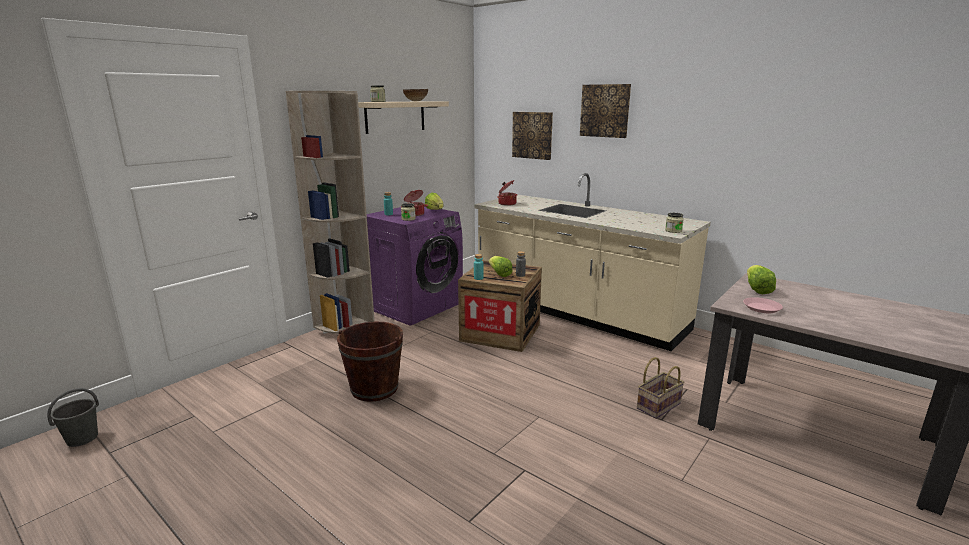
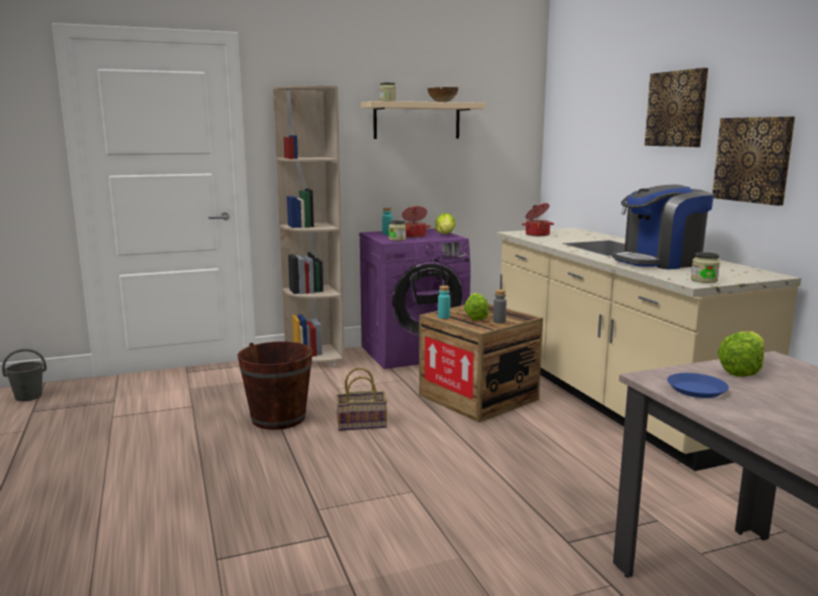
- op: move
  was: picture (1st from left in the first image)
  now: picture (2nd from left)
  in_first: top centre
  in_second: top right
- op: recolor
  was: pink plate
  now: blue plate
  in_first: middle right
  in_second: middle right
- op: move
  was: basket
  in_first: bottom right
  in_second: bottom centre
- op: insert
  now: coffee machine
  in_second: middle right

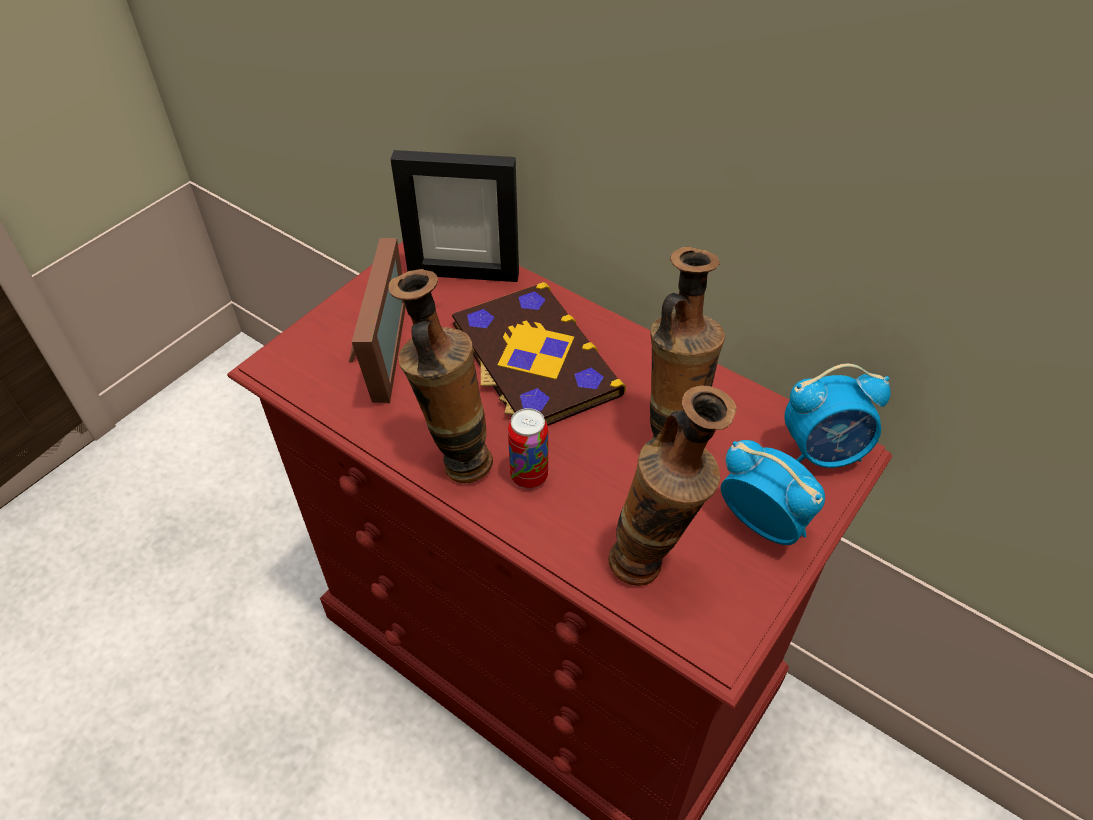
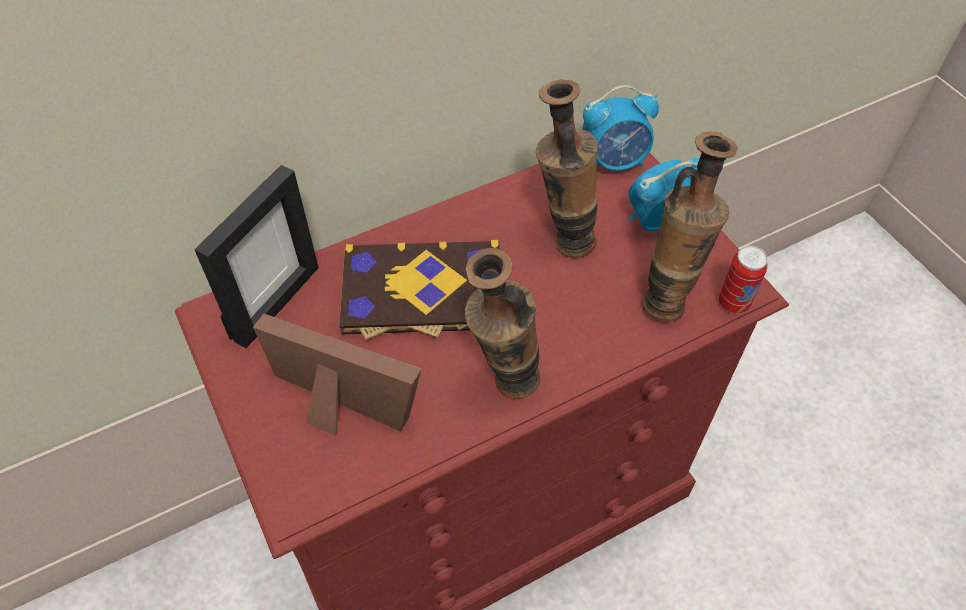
- op: rotate
  was: alarm clock (2nd from left in the first image)
  in_first: middle right
  in_second: top centre
  clockwise: 60
- op: move
  was: can
  in_first: centre
  in_second: middle right

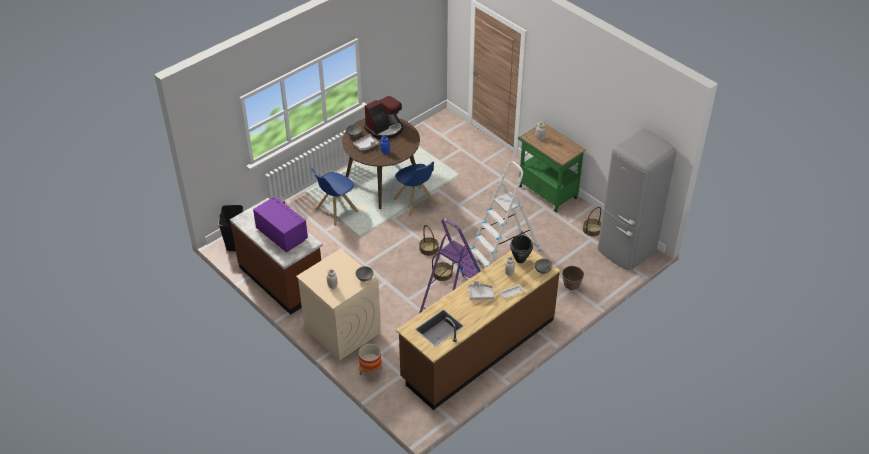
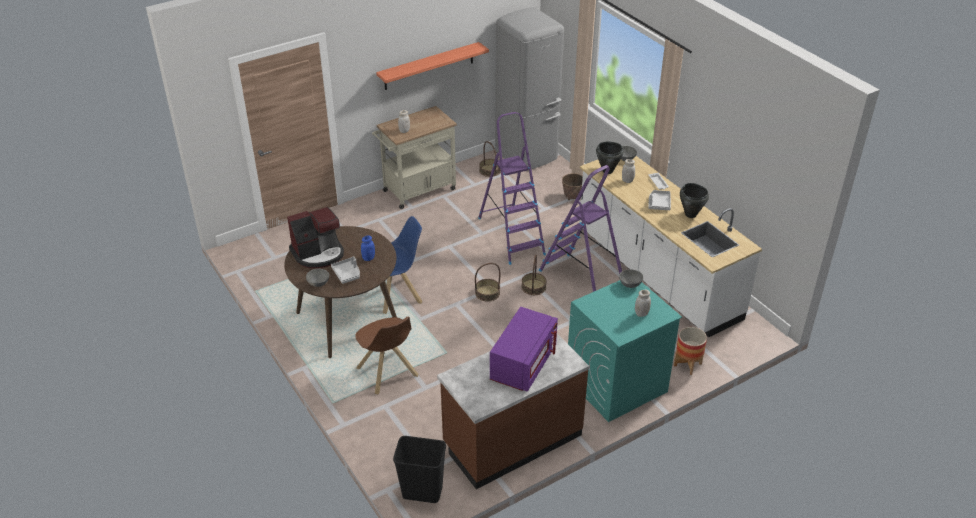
- op: rotate
  was: coffee machine
  in_first: top centre
  in_second: middle left
  clockwise: 90
- op: recolor
  was: green cart
  now: beige cart
  in_first: centre
  in_second: top centre
- op: recolor
  was: white step ladder
  now: purple step ladder (1st from left)
  in_first: centre
  in_second: centre
- op: recolor
  was: blue chair (1st from left)
  now: brown chair
  in_first: centre
  in_second: bottom centre
- op: rotate
  was: purple microwave
  in_first: middle left
  in_second: bottom centre
  clockwise: 150
- op: recolor
  was: beige washing machine
  now: turquoise washing machine
  in_first: bottom centre
  in_second: bottom centre
- op: recolor
  was: brown counter (2nd from left)
  now: white counter
  in_first: bottom centre
  in_second: middle right
- op: insert
  now: shelf
  in_second: top centre
- op: insert
  now: black cooking pot (2nd from left)
  in_second: middle right

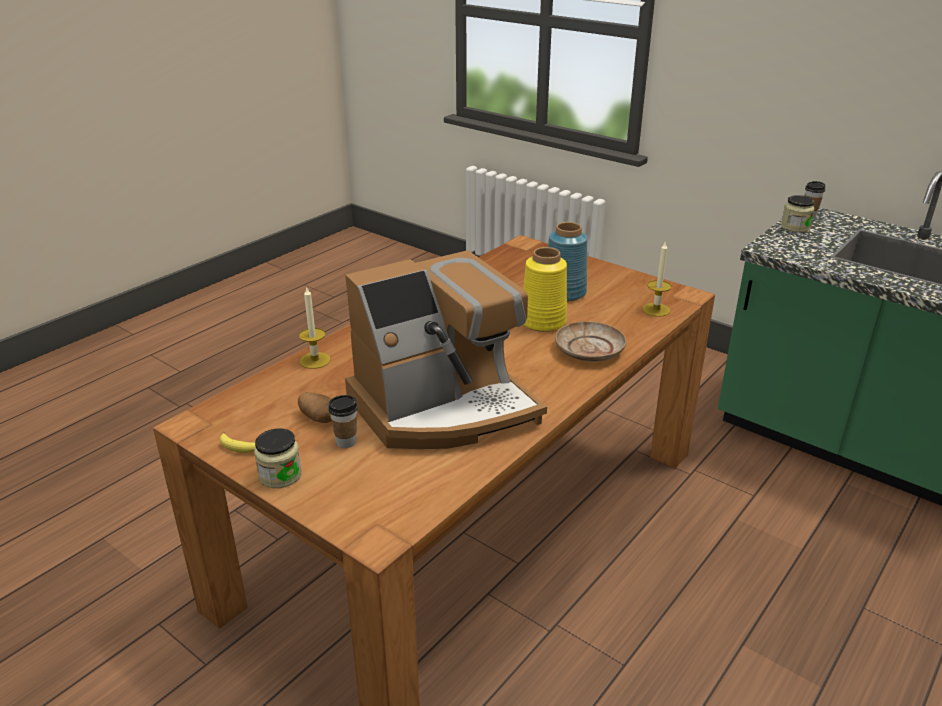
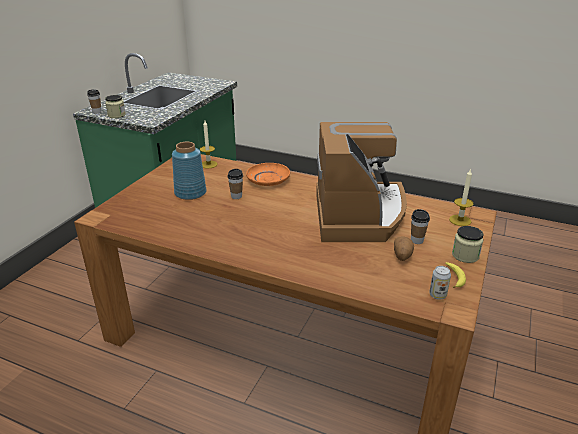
- op: replace
  was: yellow vase
  now: cup (2nd from left)
  in_first: centre
  in_second: centre
- op: rotate
  was: coffee machine
  in_first: centre
  in_second: centre
  clockwise: 45
- op: move
  was: candle (1st from left in the first image)
  now: candle (2nd from left)
  in_first: centre
  in_second: middle right
- op: recolor
  was: beige plate
  now: orange plate
  in_first: centre
  in_second: centre
- op: insert
  now: can
  in_second: middle right

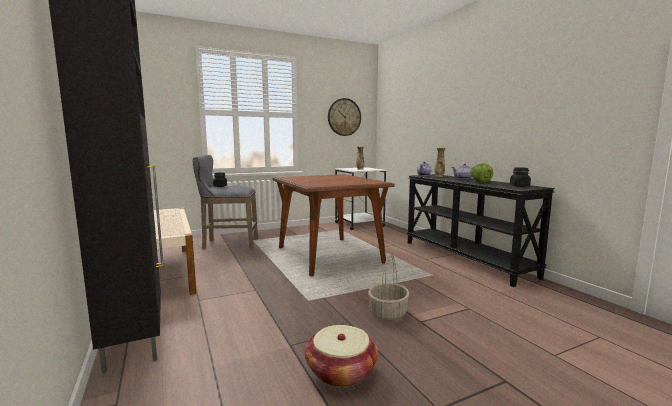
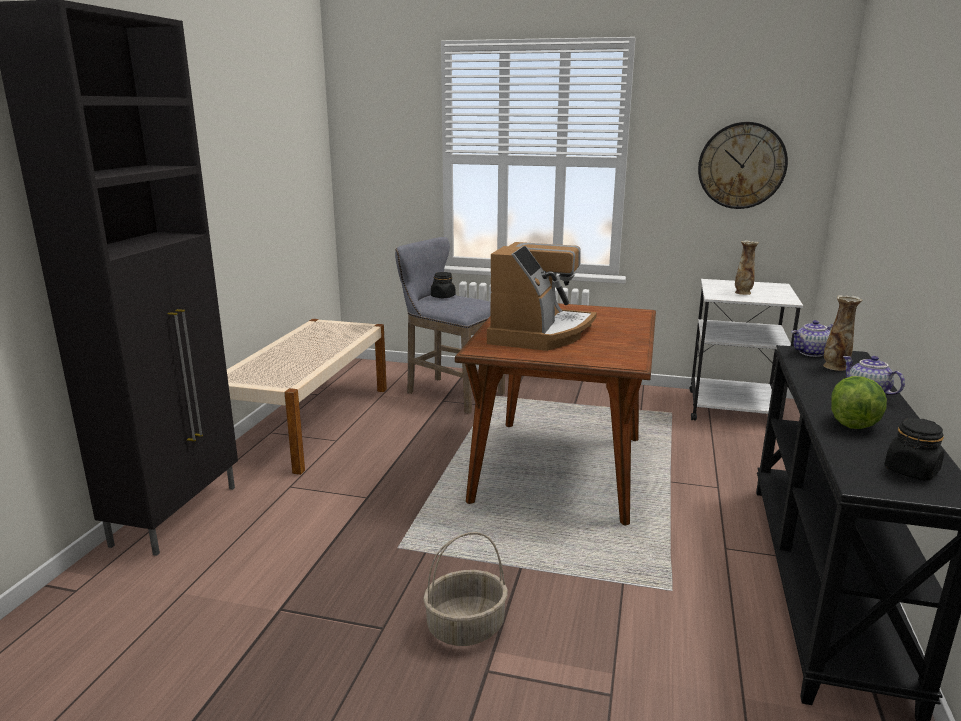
- op: delete
  was: basket (1st from left)
  in_first: bottom centre
- op: insert
  now: coffee machine
  in_second: centre

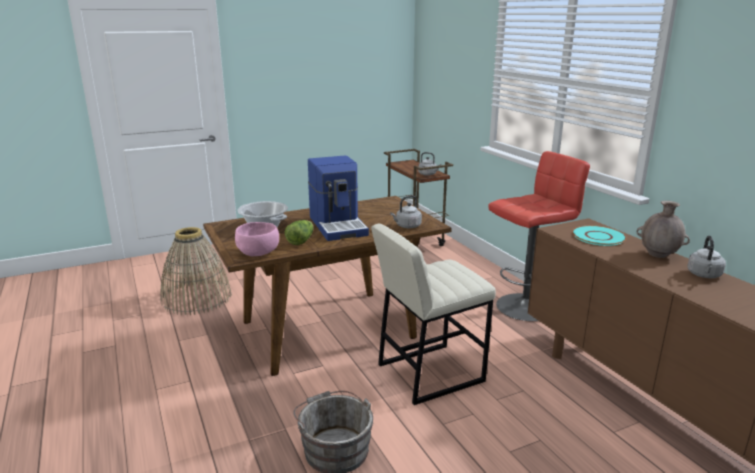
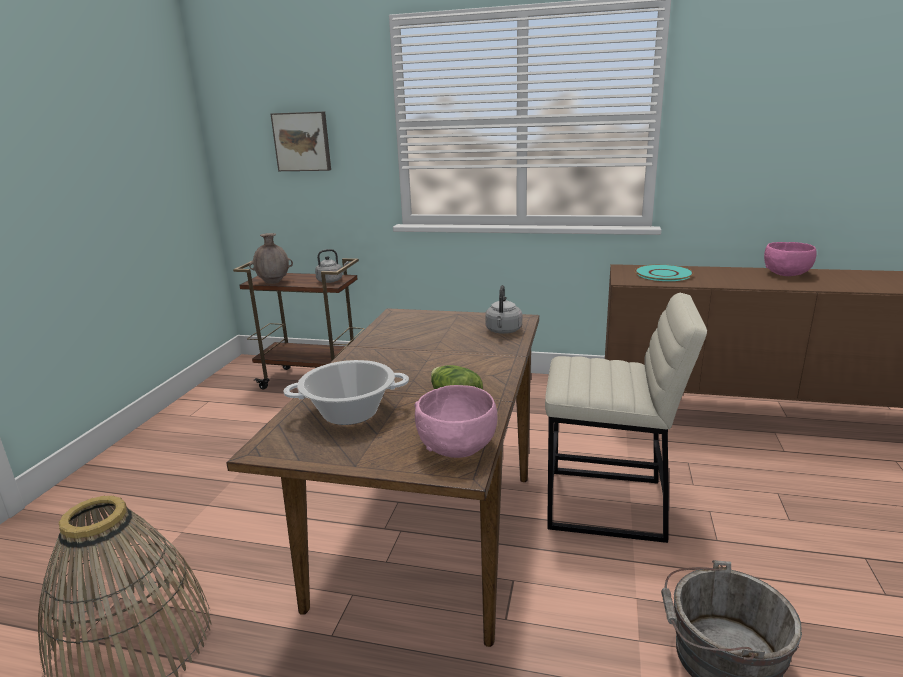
- op: delete
  was: red stool
  in_first: middle right
- op: delete
  was: coffee machine
  in_first: centre
- op: move
  was: brown vase
  in_first: middle right
  in_second: middle left
- op: rotate
  was: beige chair
  in_first: centre
  in_second: middle right
  clockwise: -90
- op: replace
  was: grey kettle (3rd from left)
  now: pink bowl (2nd from left)
  in_first: middle right
  in_second: middle right
- op: insert
  now: picture
  in_second: top centre

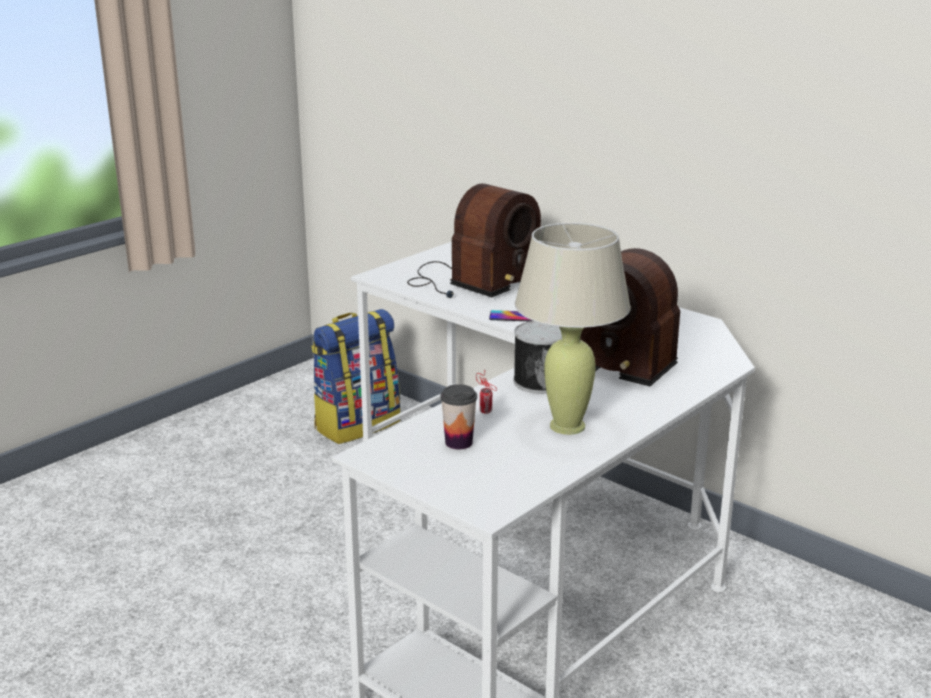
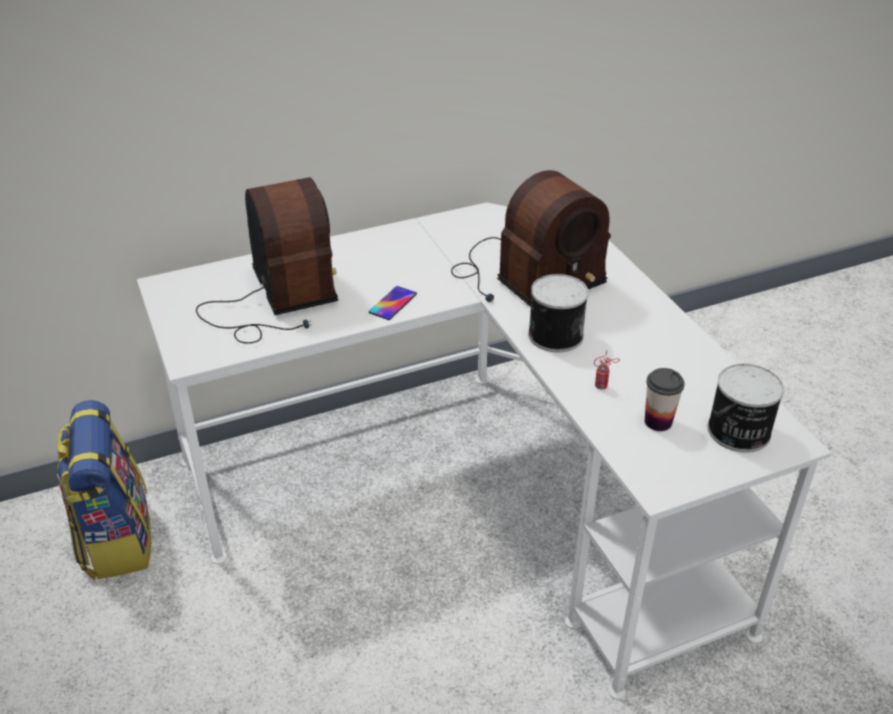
- op: delete
  was: beige table lamp
  in_first: centre
- op: insert
  now: can (3rd from left)
  in_second: middle right

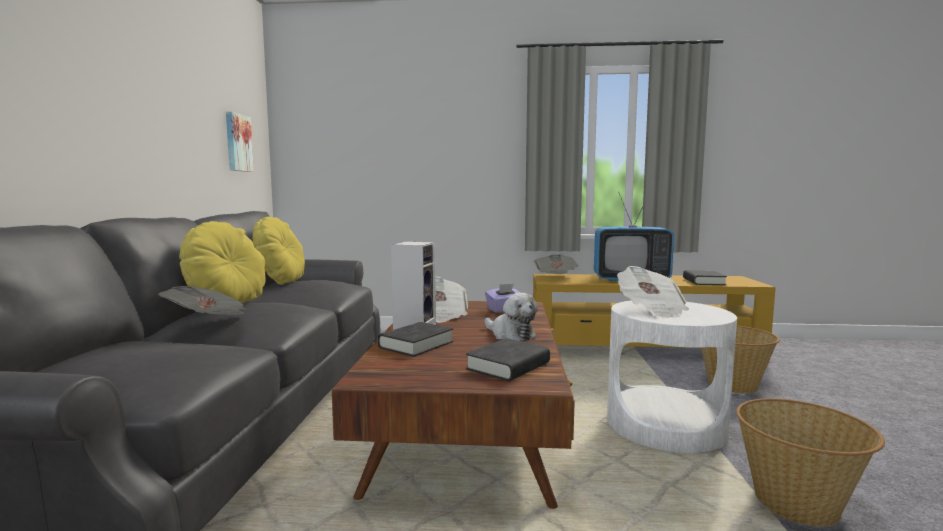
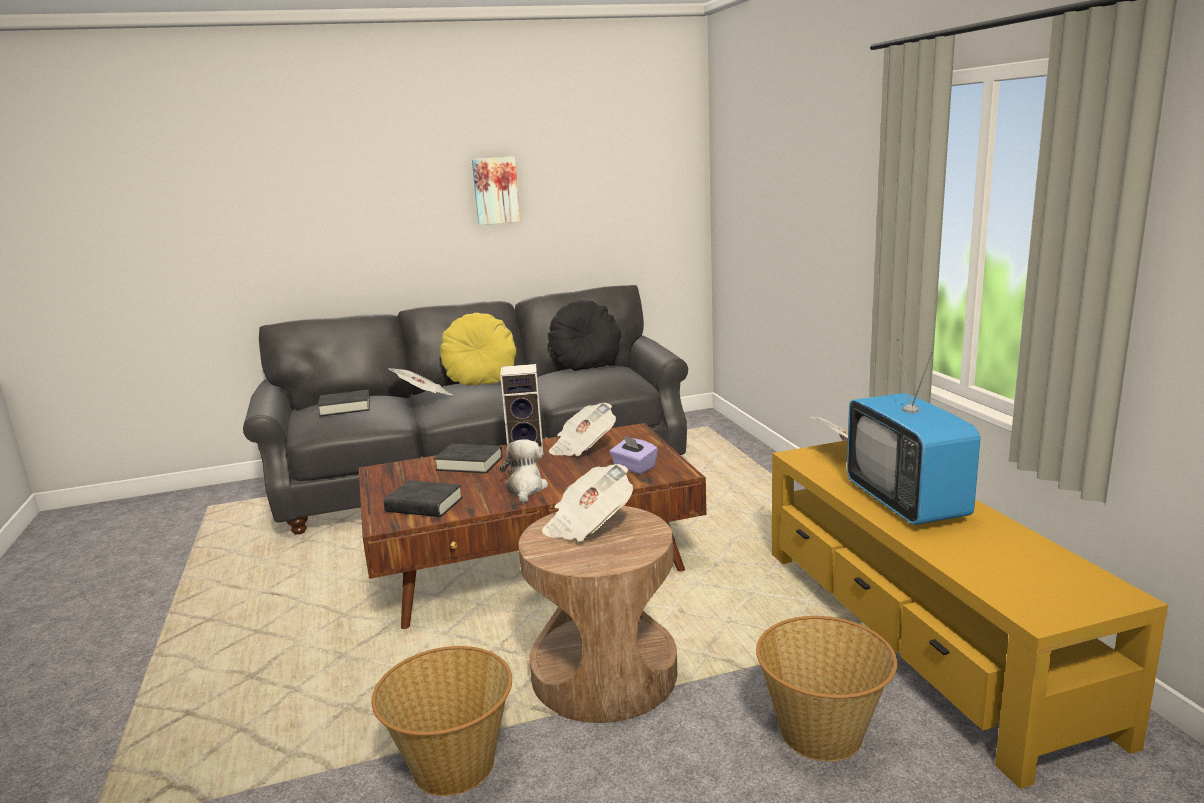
- op: move
  was: picture
  in_first: top left
  in_second: top centre
- op: recolor
  was: yellow pillow (2nd from left)
  now: black pillow
  in_first: middle left
  in_second: centre
- op: move
  was: black book (3rd from left in the first image)
  now: black book (1st from left)
  in_first: middle right
  in_second: middle left
- op: rotate
  was: plush toy
  in_first: centre
  in_second: centre
  clockwise: 150
- op: recolor
  was: white side table
  now: brown side table
  in_first: bottom right
  in_second: bottom centre

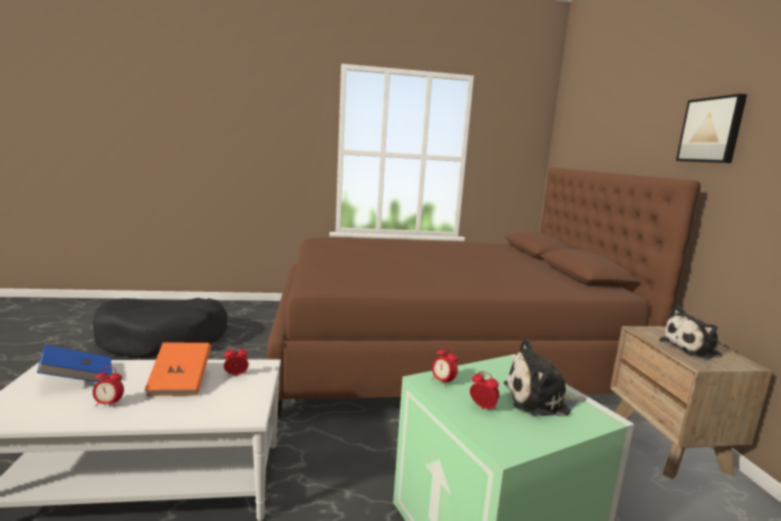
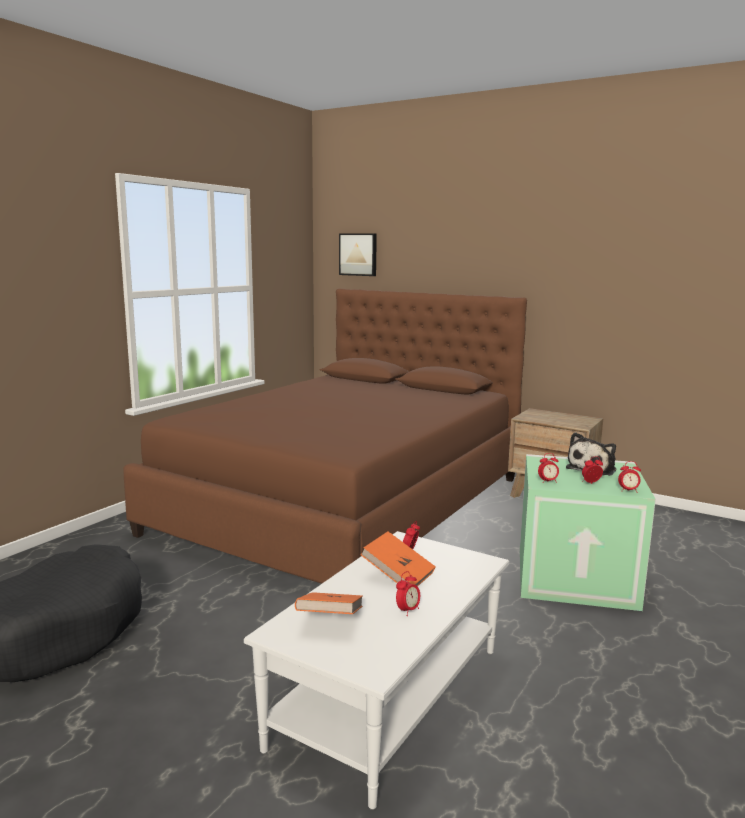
- op: move
  was: picture
  in_first: top right
  in_second: top centre
- op: delete
  was: plush toy (2nd from left)
  in_first: middle right
- op: recolor
  was: blue book
  now: orange book (1st from left)
  in_first: bottom left
  in_second: bottom centre
- op: insert
  now: alarm clock (5th from left)
  in_second: middle right

